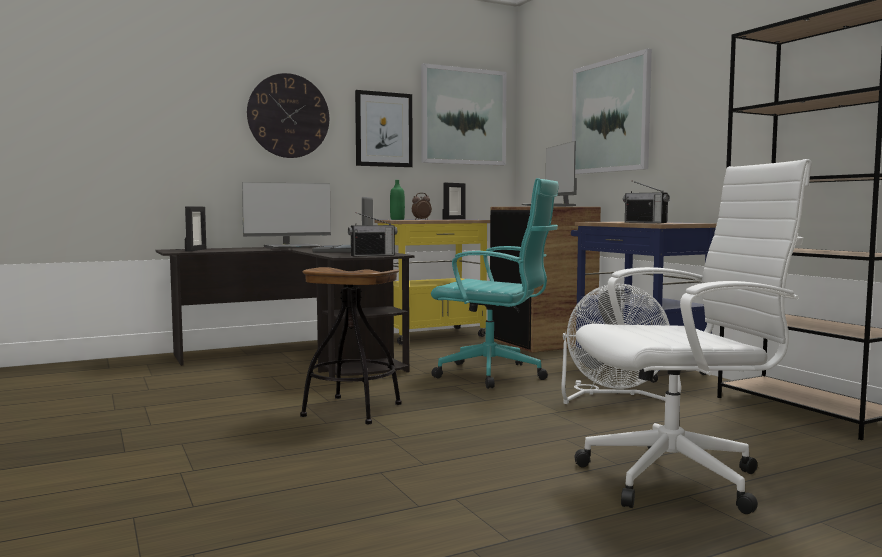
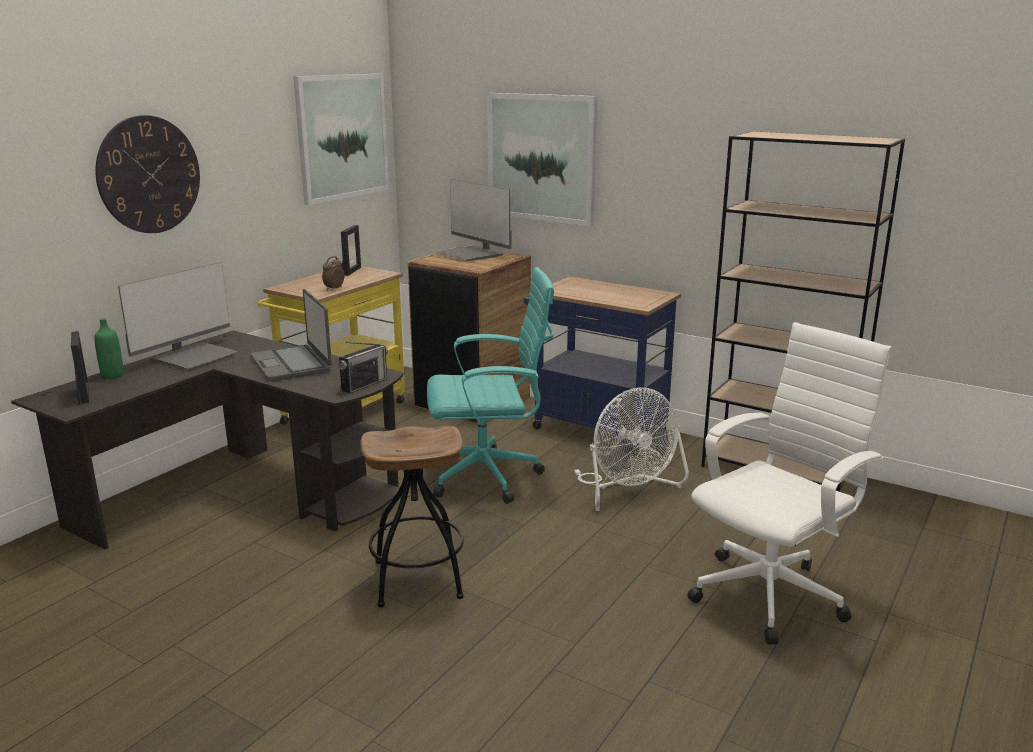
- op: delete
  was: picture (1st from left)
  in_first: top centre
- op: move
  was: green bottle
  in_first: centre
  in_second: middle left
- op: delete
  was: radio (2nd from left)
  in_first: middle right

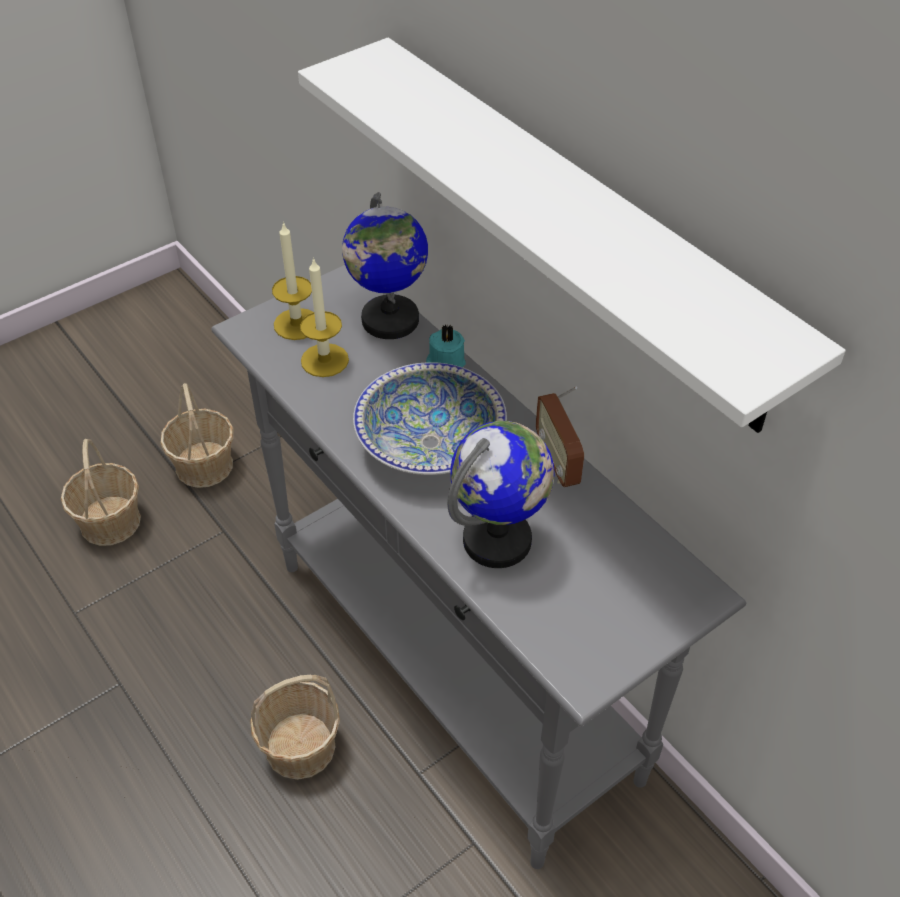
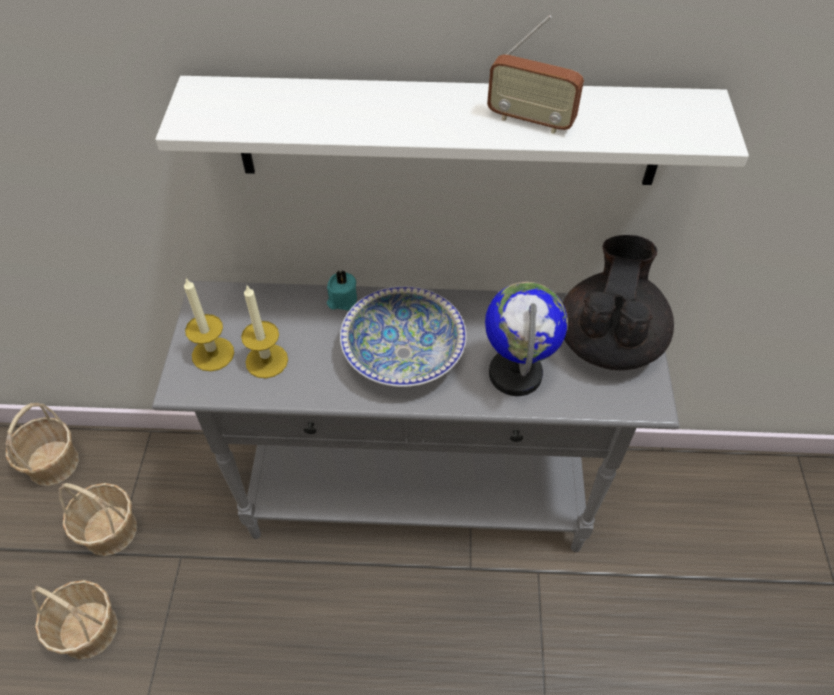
- op: delete
  was: globe (1st from left)
  in_first: top centre
- op: move
  was: radio
  in_first: centre
  in_second: top centre
- op: move
  was: basket (3rd from left in the first image)
  now: basket (1st from left)
  in_first: bottom left
  in_second: middle left
- op: insert
  now: black teapot
  in_second: middle right

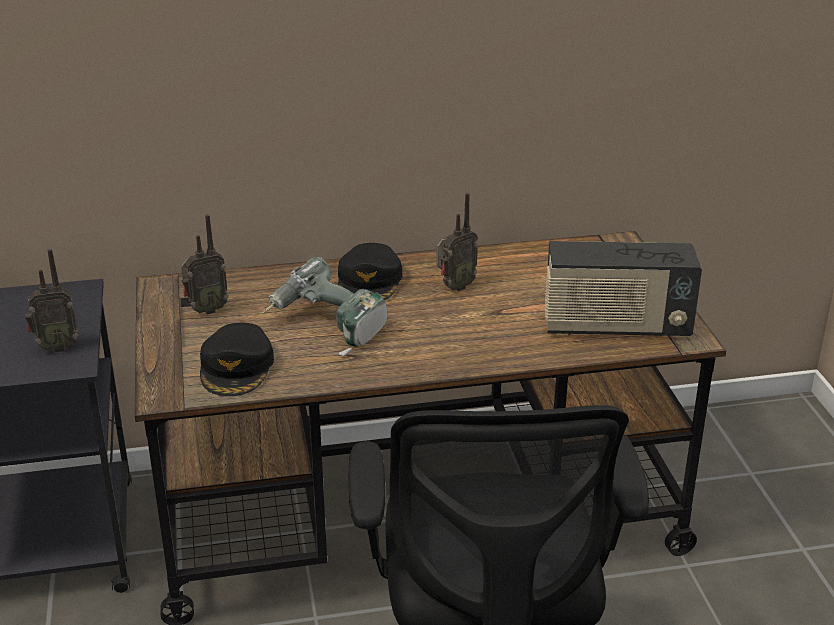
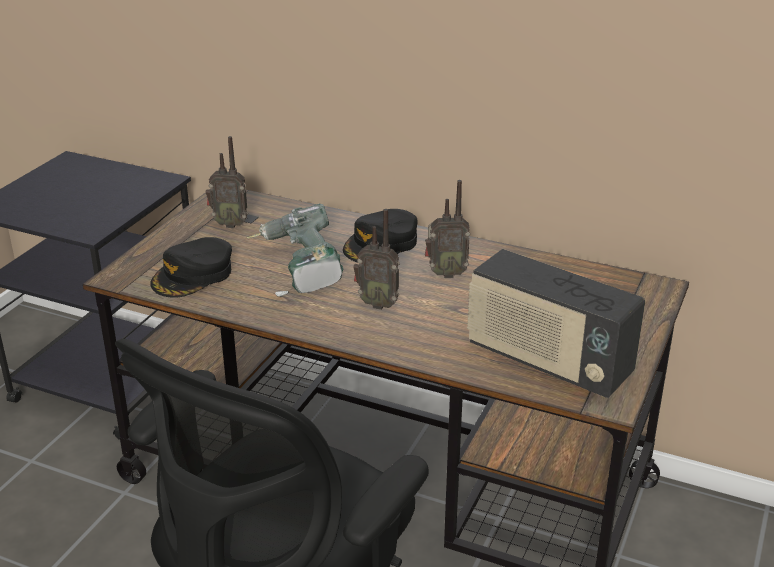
- op: move
  was: radio (1st from left in the first image)
  now: radio (2nd from left)
  in_first: middle left
  in_second: centre

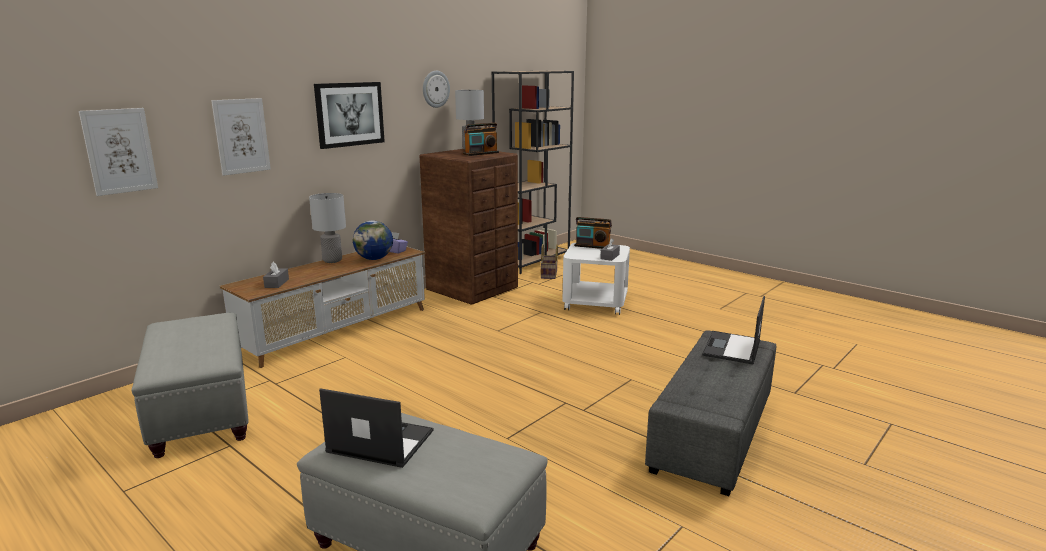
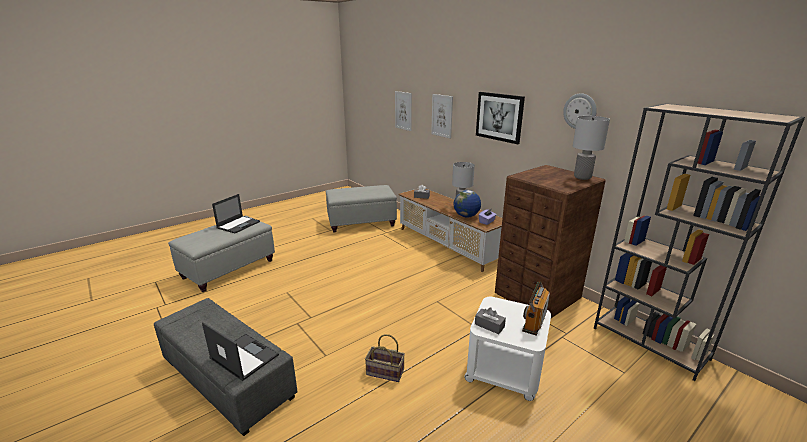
- op: delete
  was: radio (1st from left)
  in_first: top centre
- op: move
  was: basket
  in_first: centre
  in_second: bottom centre

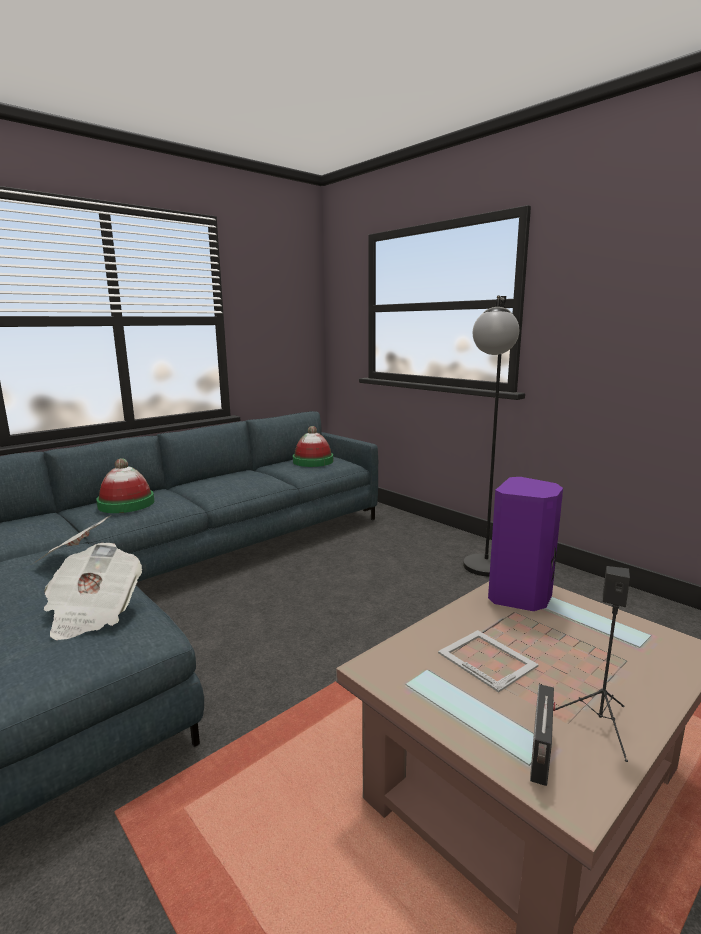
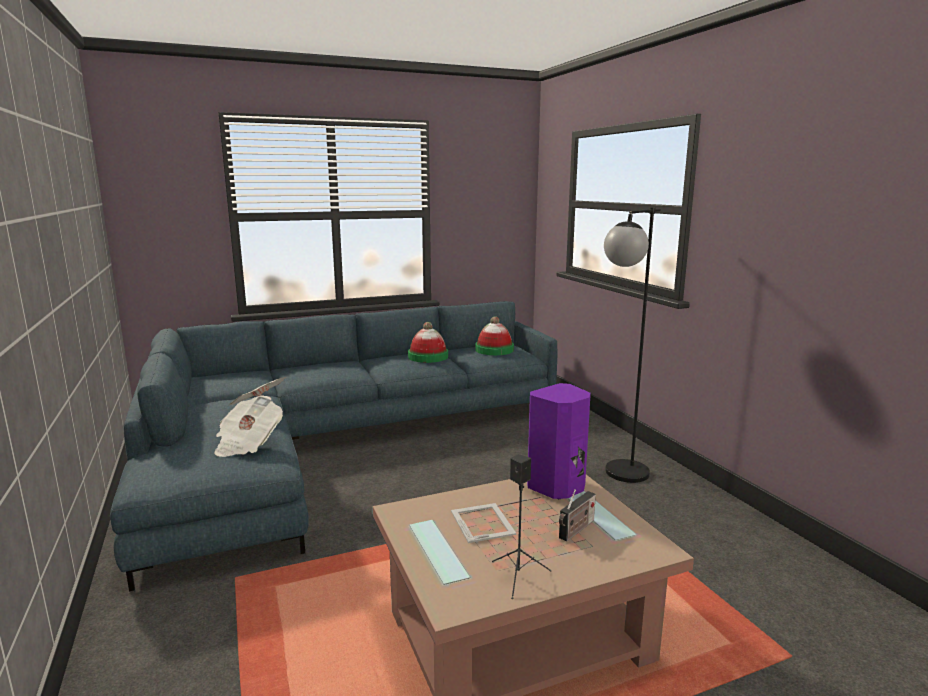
- op: move
  was: hat (1st from left)
  in_first: middle left
  in_second: centre
- op: move
  was: radio
  in_first: bottom right
  in_second: bottom centre

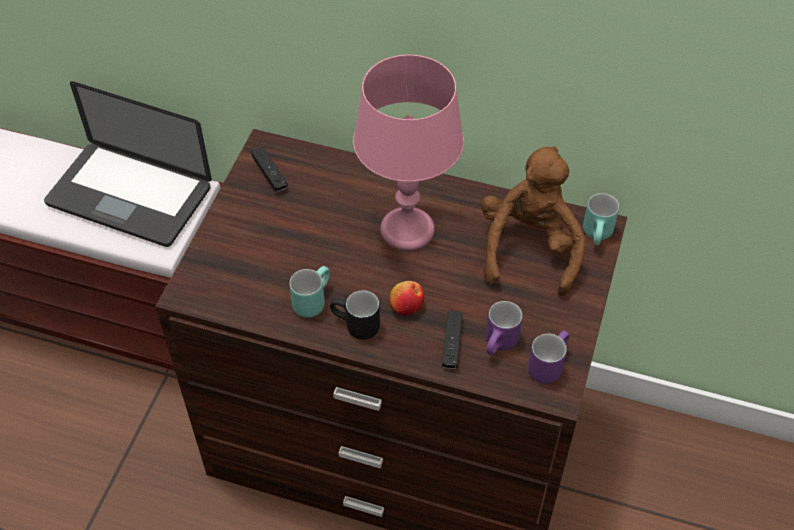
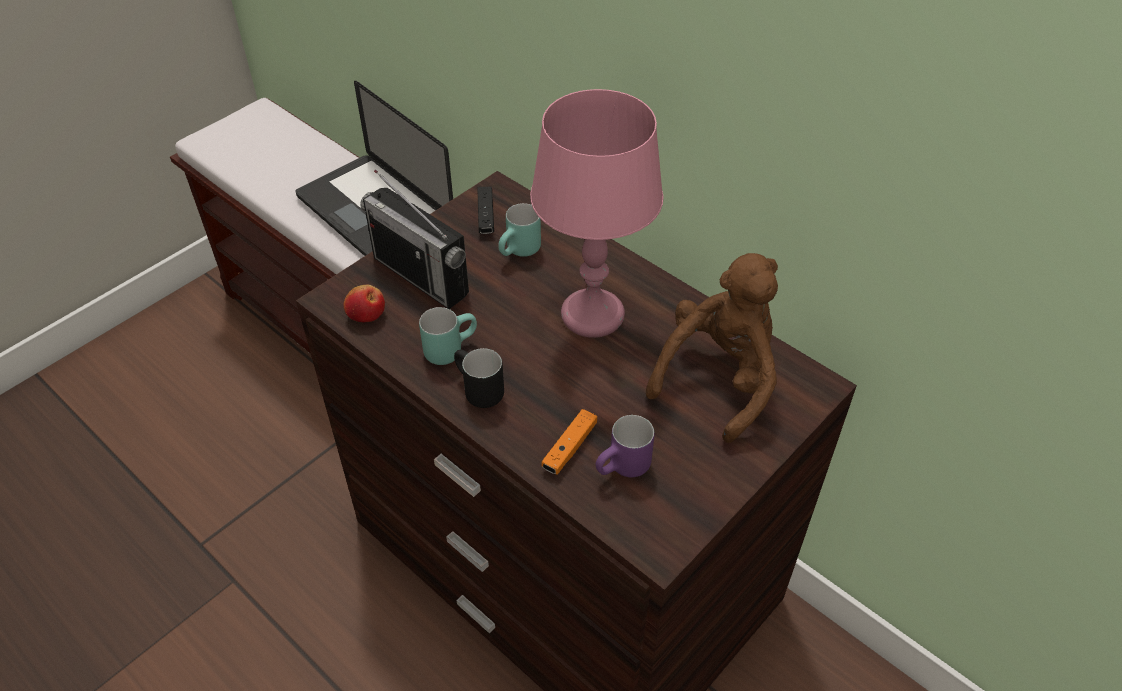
- op: move
  was: turquoise mug (2nd from left)
  in_first: middle right
  in_second: top centre
- op: move
  was: apple
  in_first: centre
  in_second: middle left
- op: recolor
  was: black game controller (2nd from left)
  now: orange game controller
  in_first: centre
  in_second: centre
- op: delete
  was: purple mug (2nd from left)
  in_first: bottom right
- op: insert
  now: radio
  in_second: centre

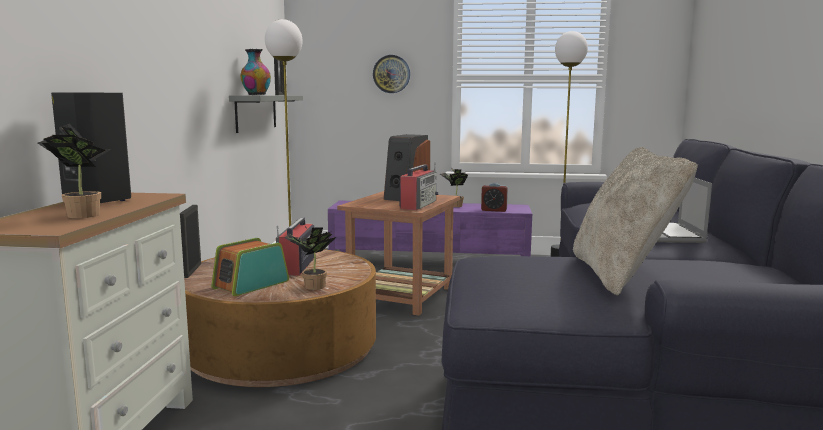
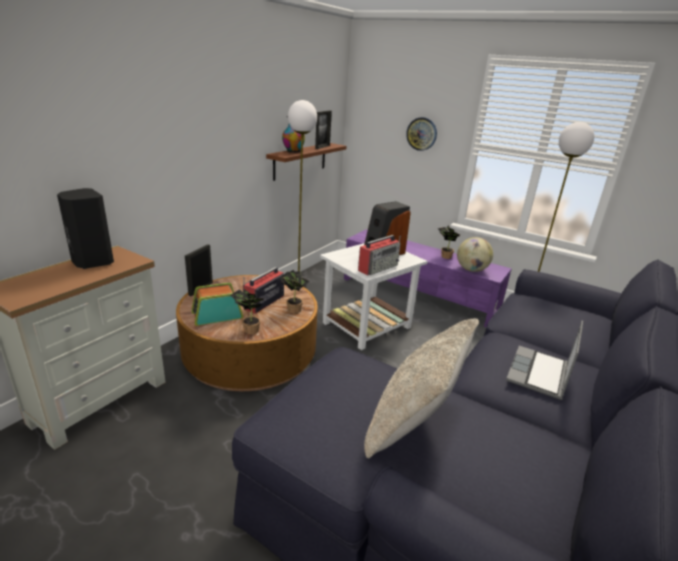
- op: recolor
  was: grey shelf
  now: brown shelf
  in_first: top left
  in_second: top centre
- op: move
  was: potted plant (1st from left in the first image)
  now: potted plant (2nd from left)
  in_first: middle left
  in_second: centre
- op: replace
  was: alarm clock
  now: globe
  in_first: centre
  in_second: middle right
- op: recolor
  was: brown side table
  now: white side table
  in_first: centre
  in_second: centre

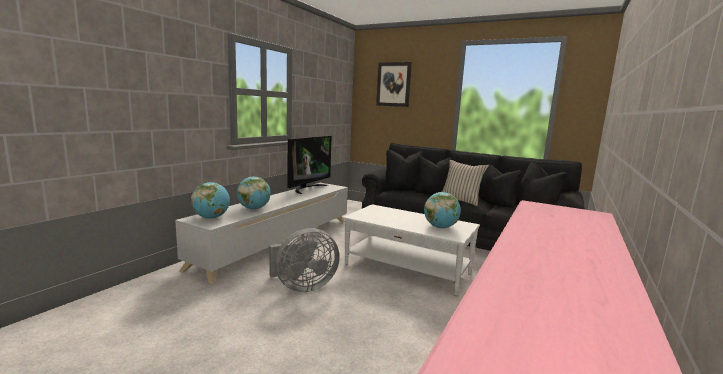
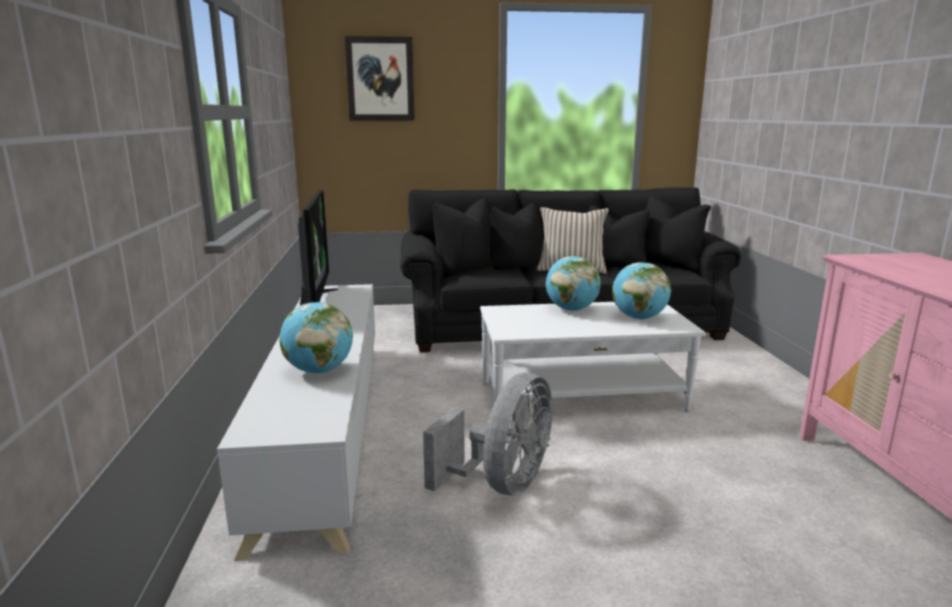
- op: move
  was: globe (1st from left in the first image)
  now: globe (2nd from left)
  in_first: middle left
  in_second: centre

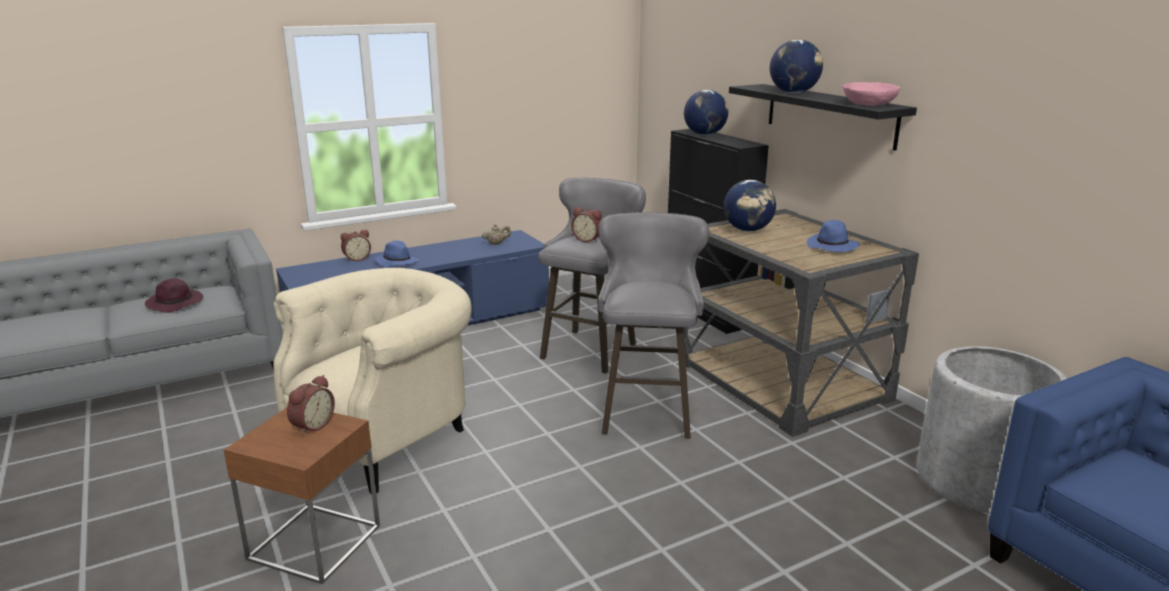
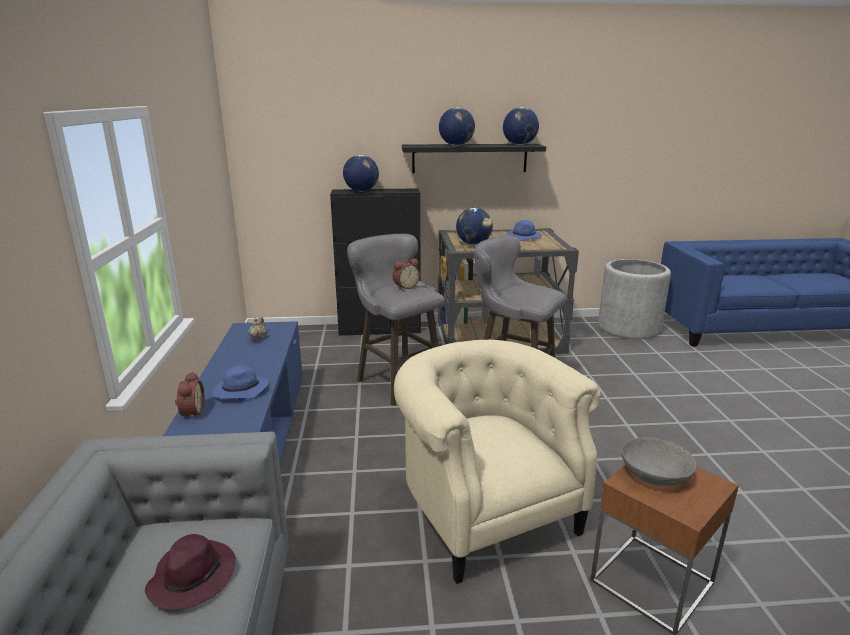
- op: replace
  was: pink bowl
  now: globe (4th from left)
  in_first: top right
  in_second: top centre
- op: replace
  was: alarm clock (1st from left)
  now: grey bowl
  in_first: bottom left
  in_second: bottom right

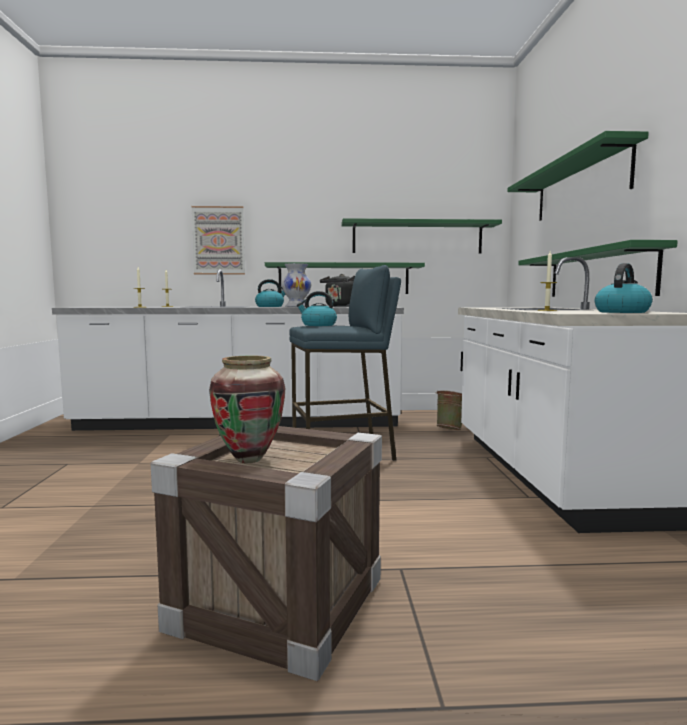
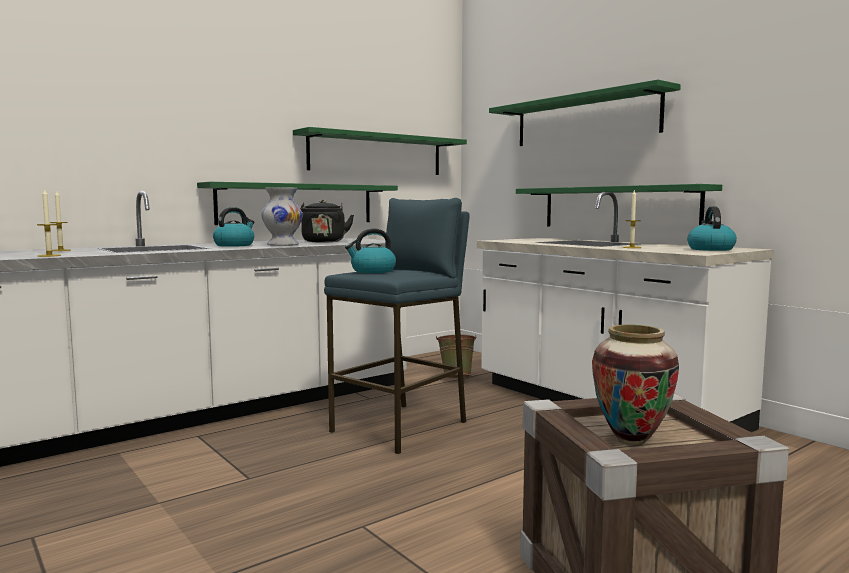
- op: delete
  was: picture
  in_first: top left

